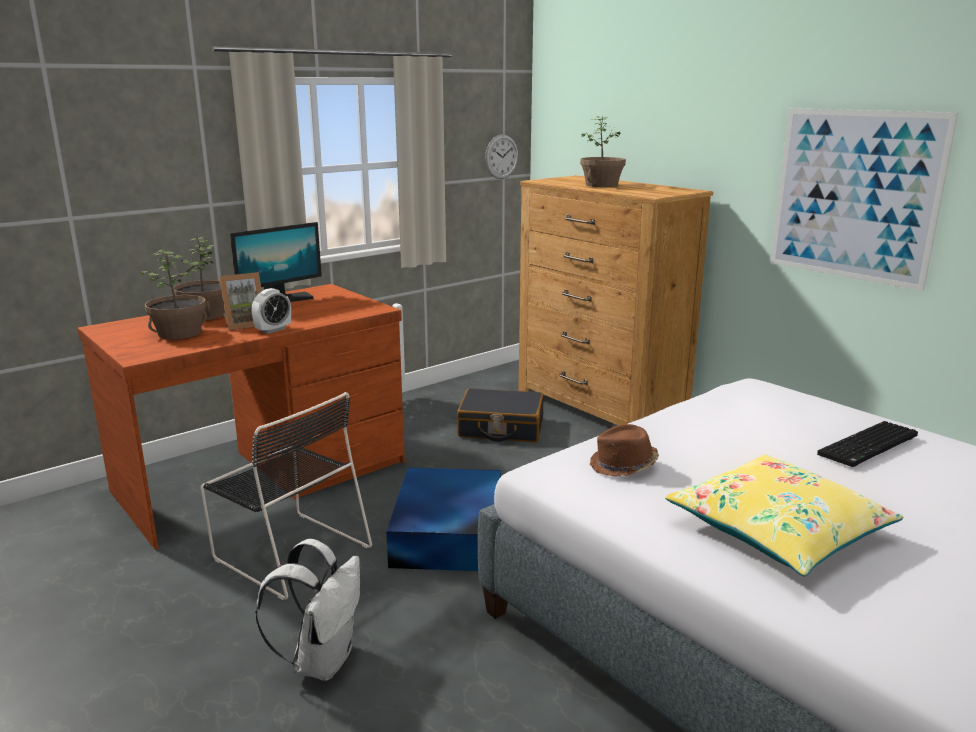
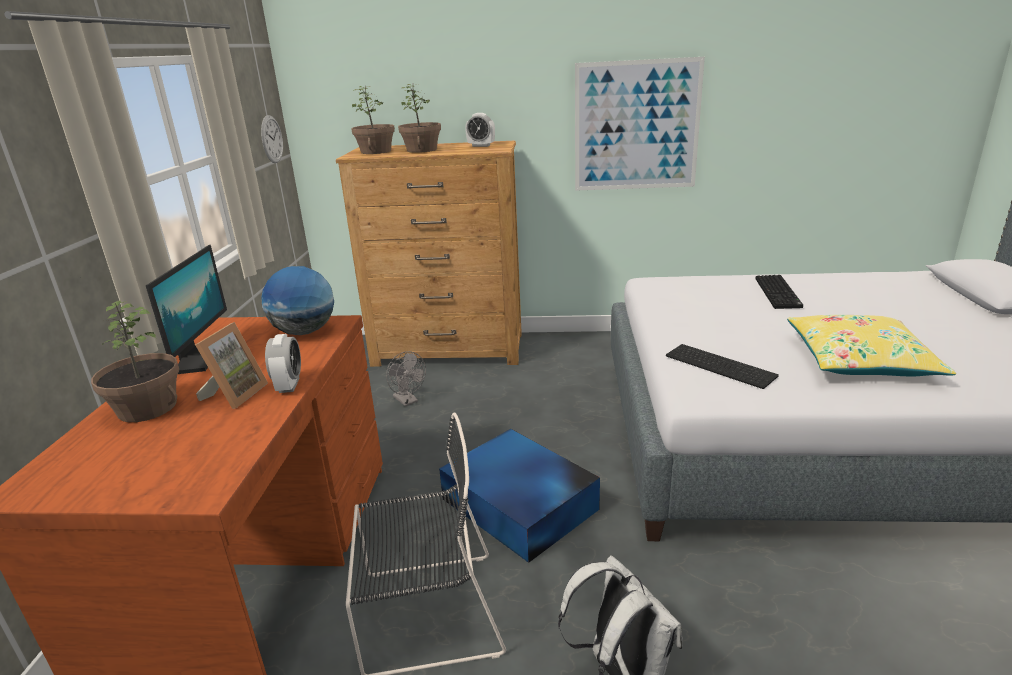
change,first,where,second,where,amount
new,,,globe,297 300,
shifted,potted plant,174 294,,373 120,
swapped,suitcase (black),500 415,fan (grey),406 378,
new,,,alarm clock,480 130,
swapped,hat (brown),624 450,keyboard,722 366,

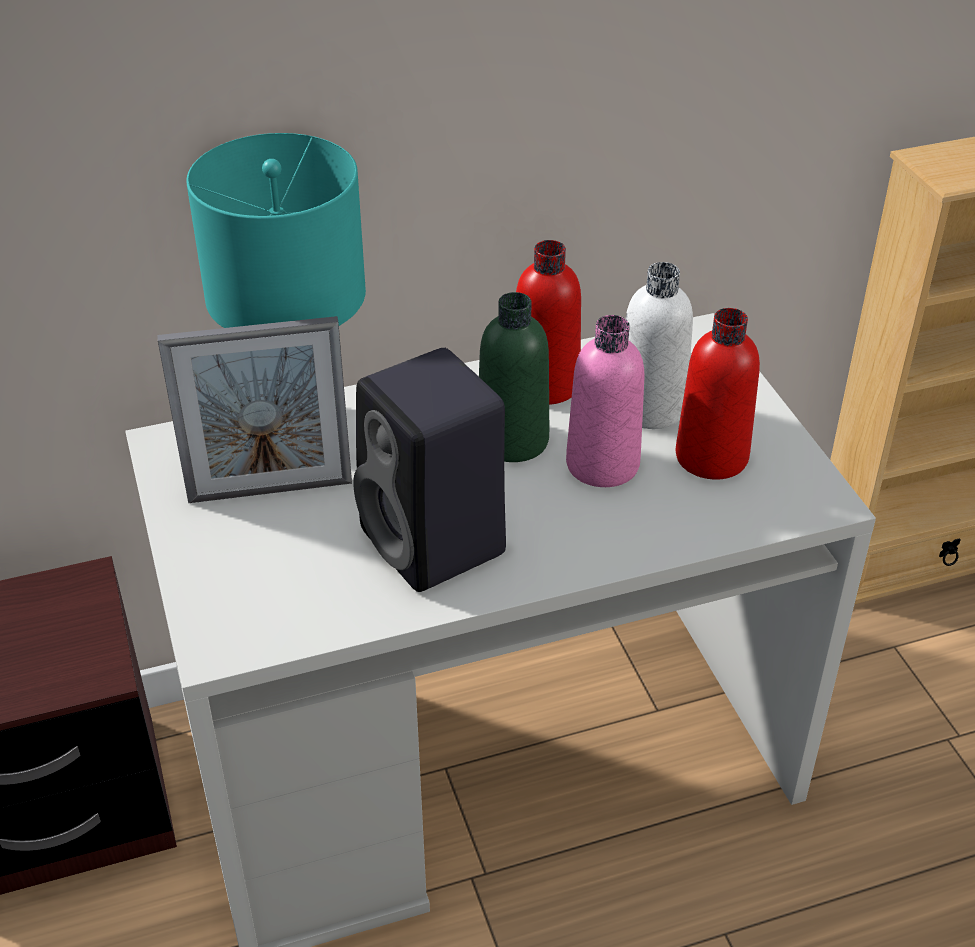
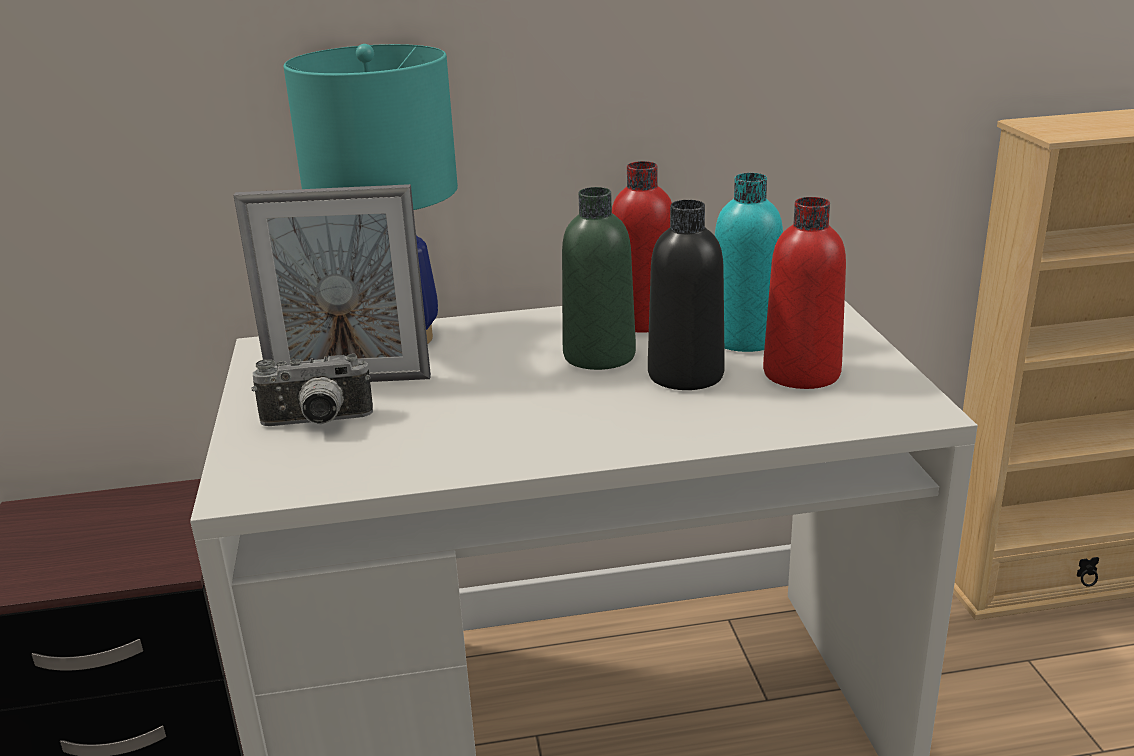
change,first,where,second,where,amount
new,,,photo camera,312 390,
repainted,bottle (pink),605 401,bottle (black),686 295,
repainted,bottle (white),659 345,bottle (turquoise),749 262,
gone,speaker (black),429 470,,,

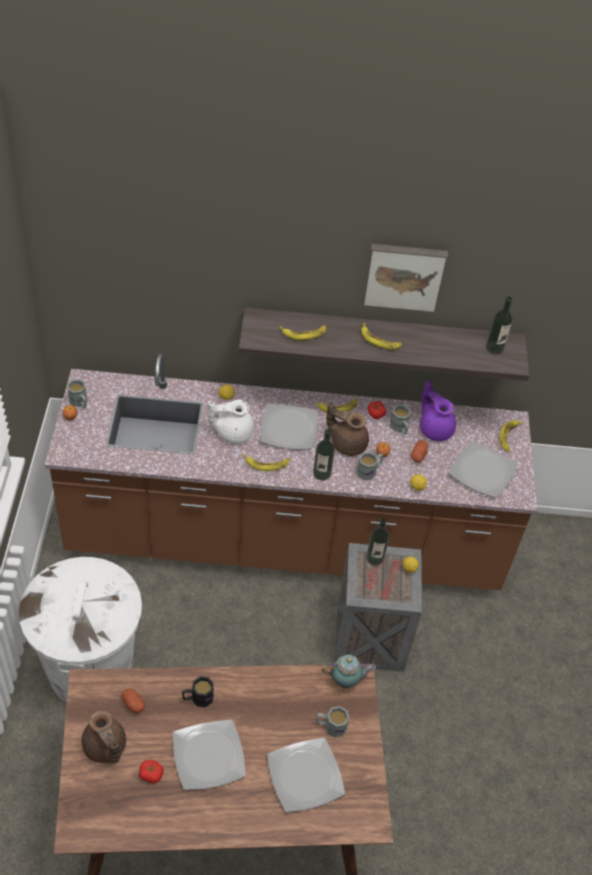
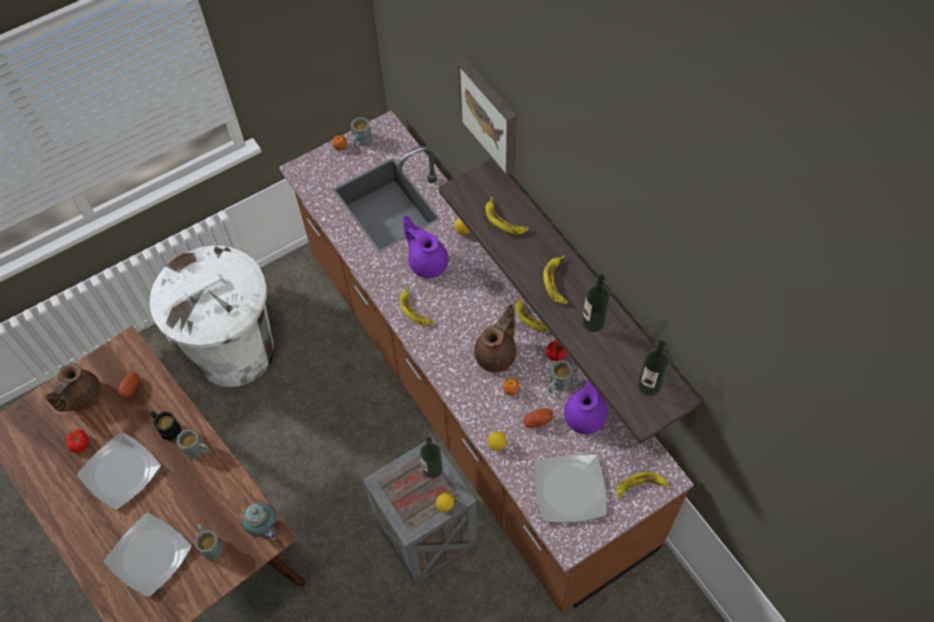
change,first,where,second,where,amount
shifted,mug (grey),370 466,,193 443,
repainted,teapot (white),231 421,teapot (purple),425 246,
shifted,picture,405 278,,487 118,
rotated,teapot (brown),347 429,,495 338,45 degrees clockwise
shifted,bottle,324 455,,596 303,
gone,plate,289 427,,,

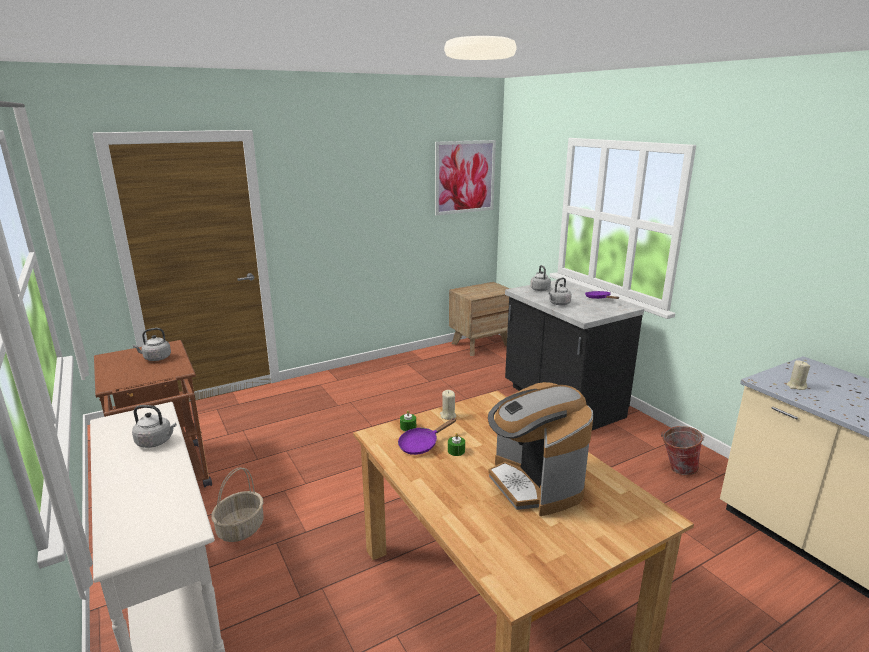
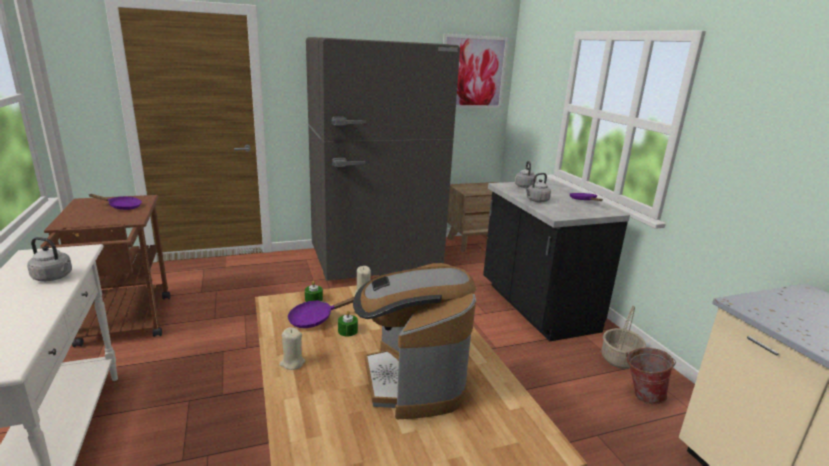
change,first,where,second,where,amount
swapped,kettle (grey),151 344,frying pan (purple),115 202,
shifted,candle (beige),798 375,,292 348,
new,,,fridge (grey),383 159,
shifted,basket,237 504,,623 337,

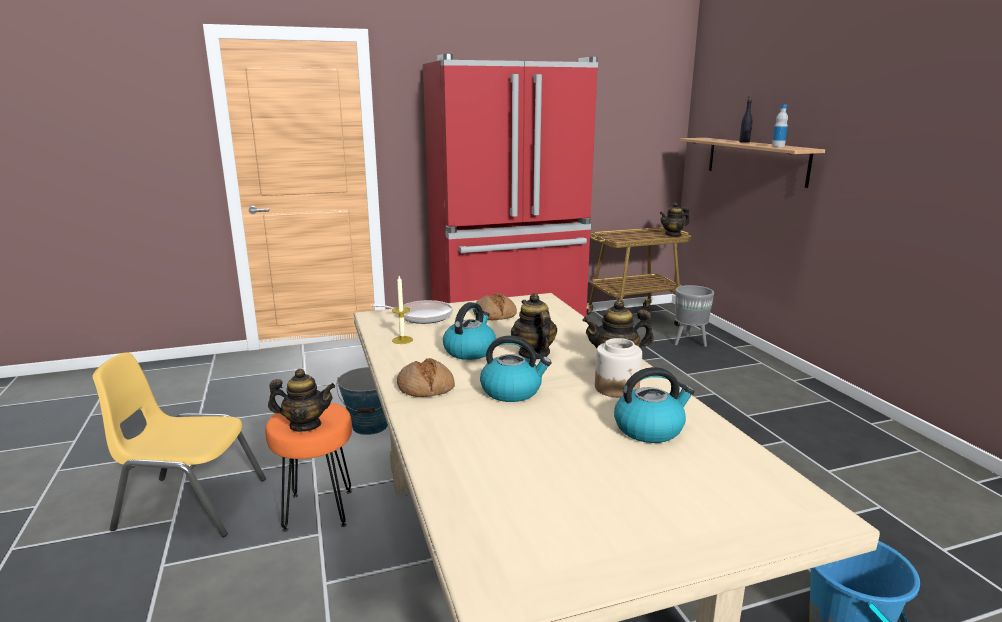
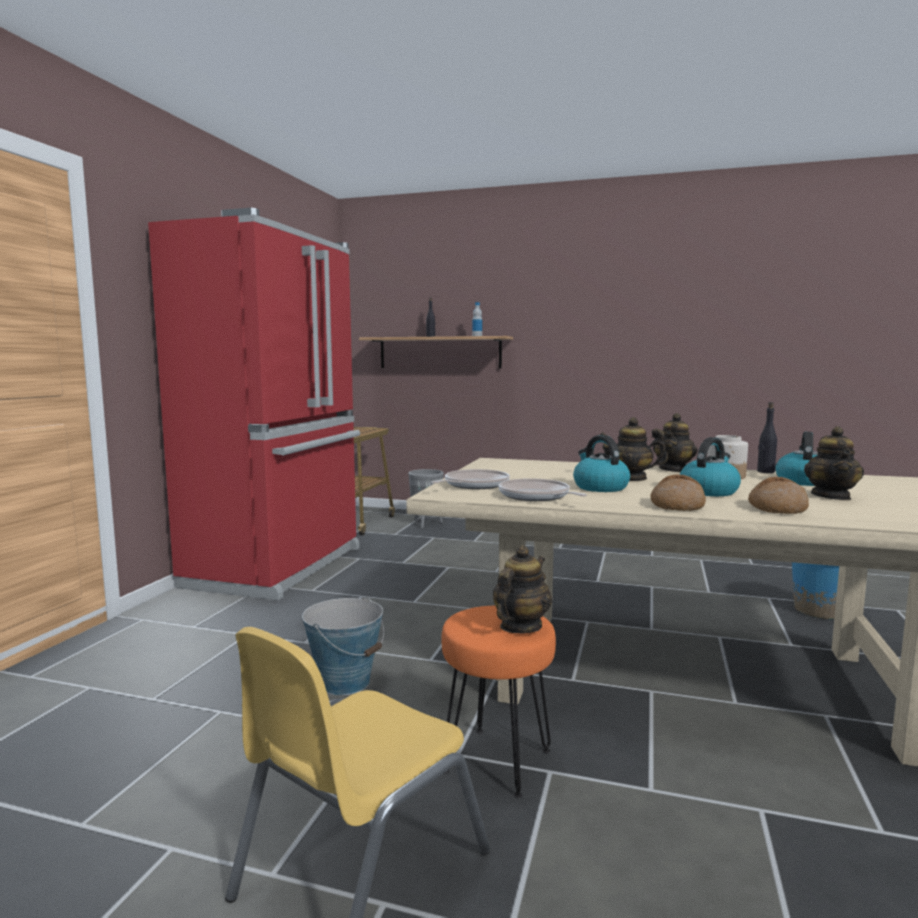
change,first,where,second,where,amount
swapped,candle,402 310,frying pan,542 489,
shifted,bread,495 306,,778 495,
new,,,bottle (black),767 437,
shifted,teapot,674 219,,834 463,

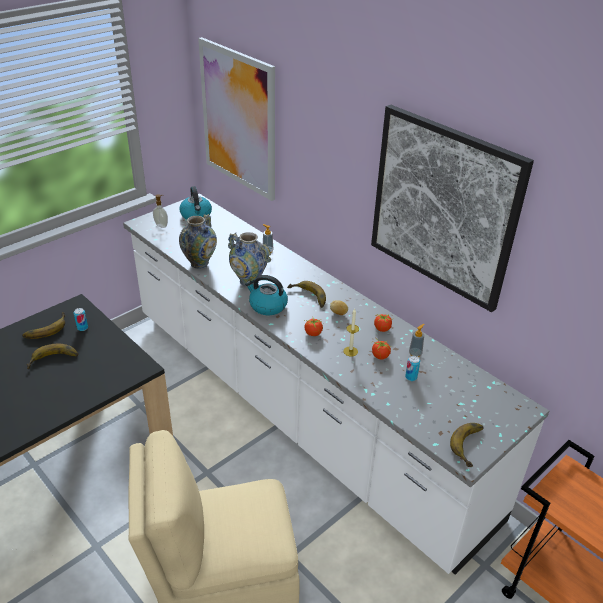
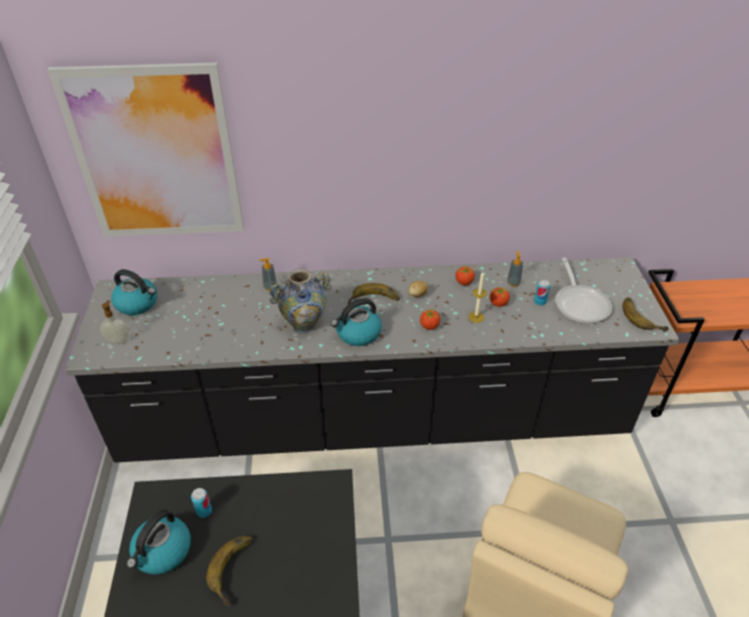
change,first,where,second,where,amount
repainted,counter (white),336 384,counter (black),372 360,
swapped,banana,43 325,kettle,158 542,
new,,,frying pan,583 291,
gone,vase,198 241,,,
gone,picture,452 208,,,

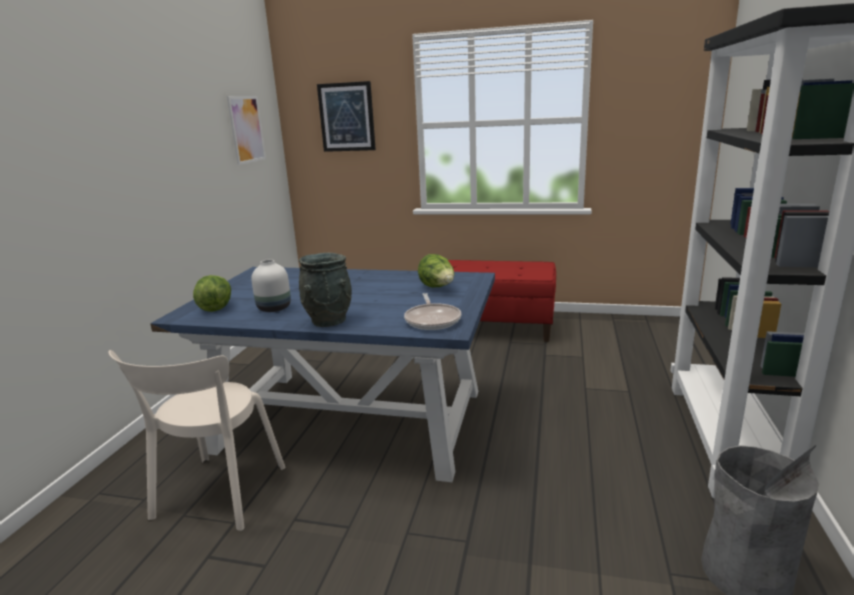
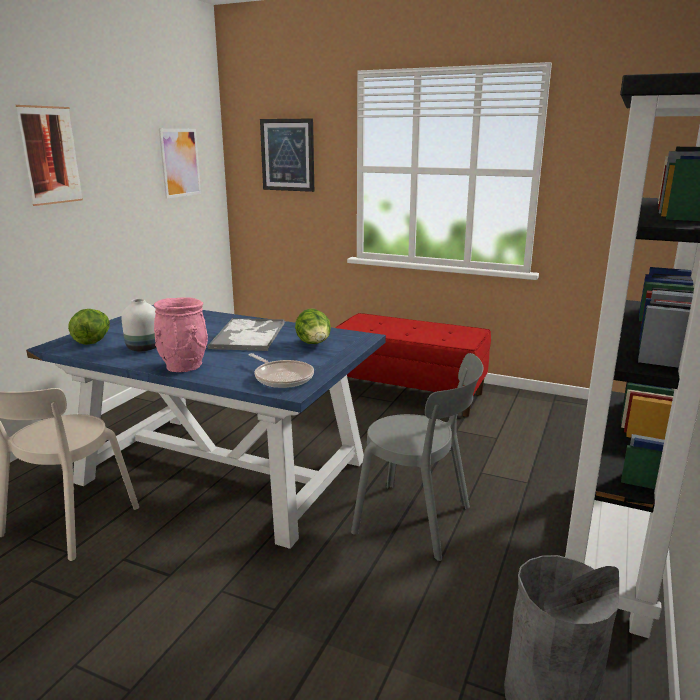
change,first,where,second,where,amount
new,,,picture,49 155,
repainted,vase (grey),325 290,vase (pink),181 334,
new,,,tray,246 334,
rotated,frying pan,432 311,,281 370,45 degrees counterclockwise
new,,,chair (grey),417 457,

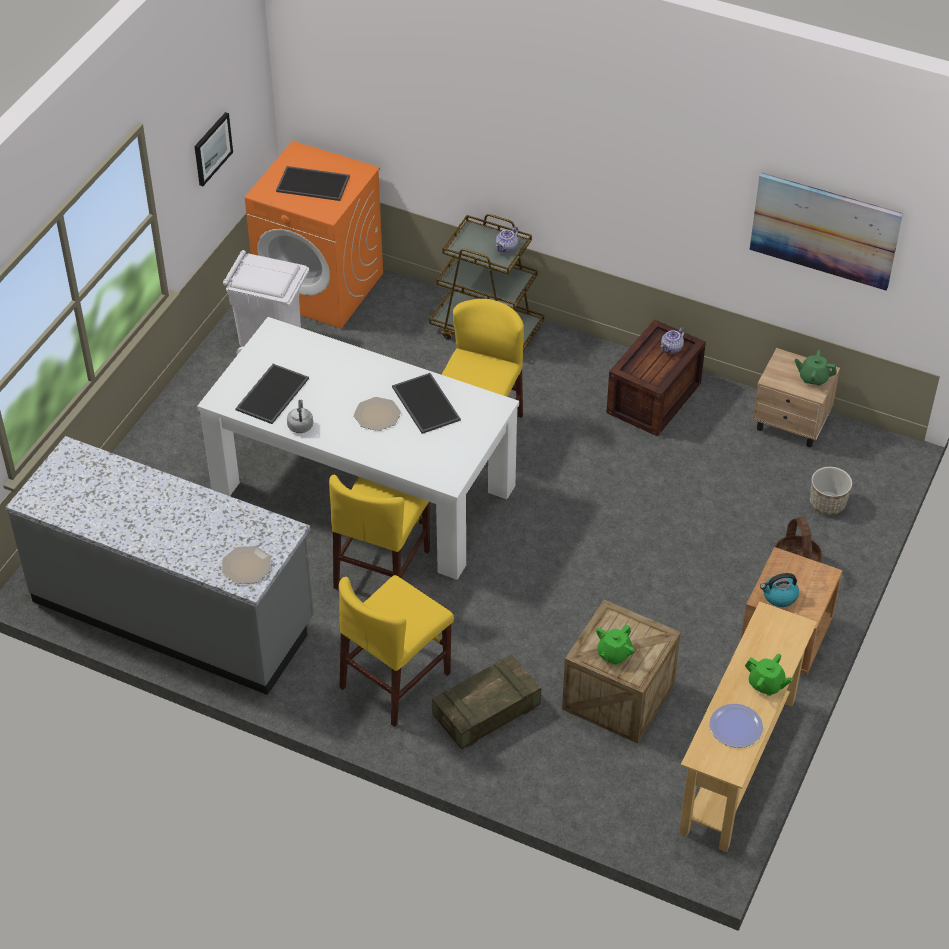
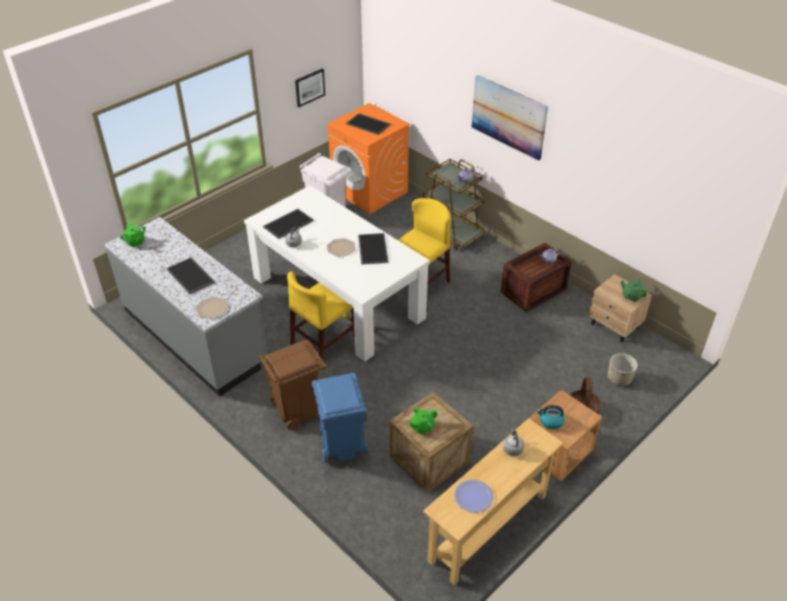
change,first,where,second,where,amount
shifted,teapot (green),769 675,,133 236,
new,,,tray,190 275,
swapped,chair (yellow),396 651,trash can (brown),292 385,
swapped,crate,486 702,trash can (blue),340 418,
shifted,picture,826 232,,510 118,
new,,,kettle (grey),513 442,

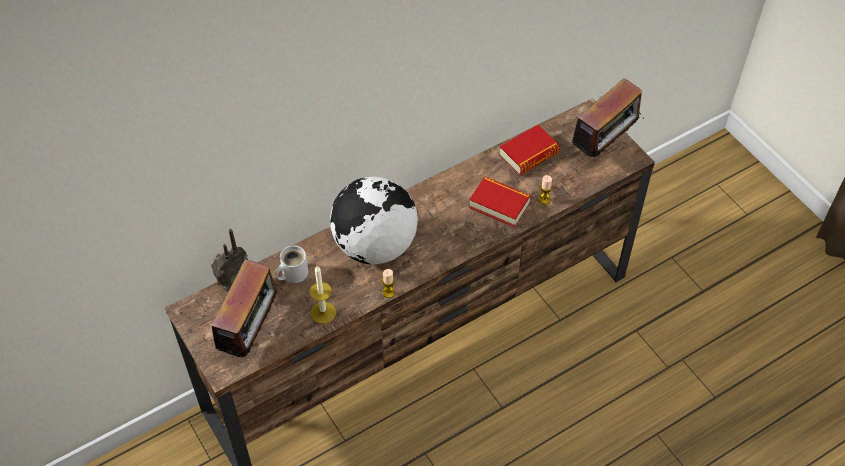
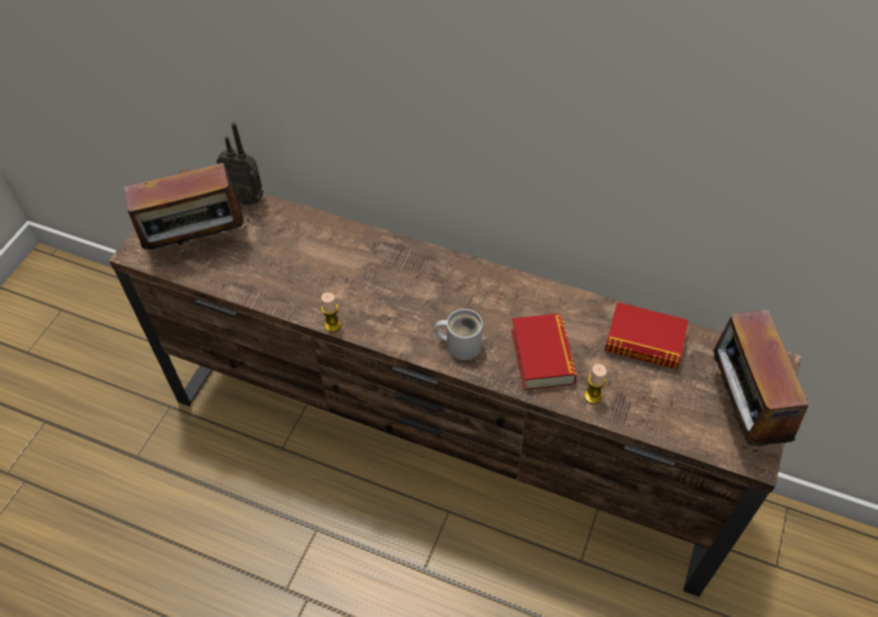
change,first,where,second,where,amount
shifted,mug (white),291 264,,458 334,
rotated,radio,608 119,,761 381,75 degrees clockwise
gone,candle,322 295,,,
gone,globe,374 220,,,

